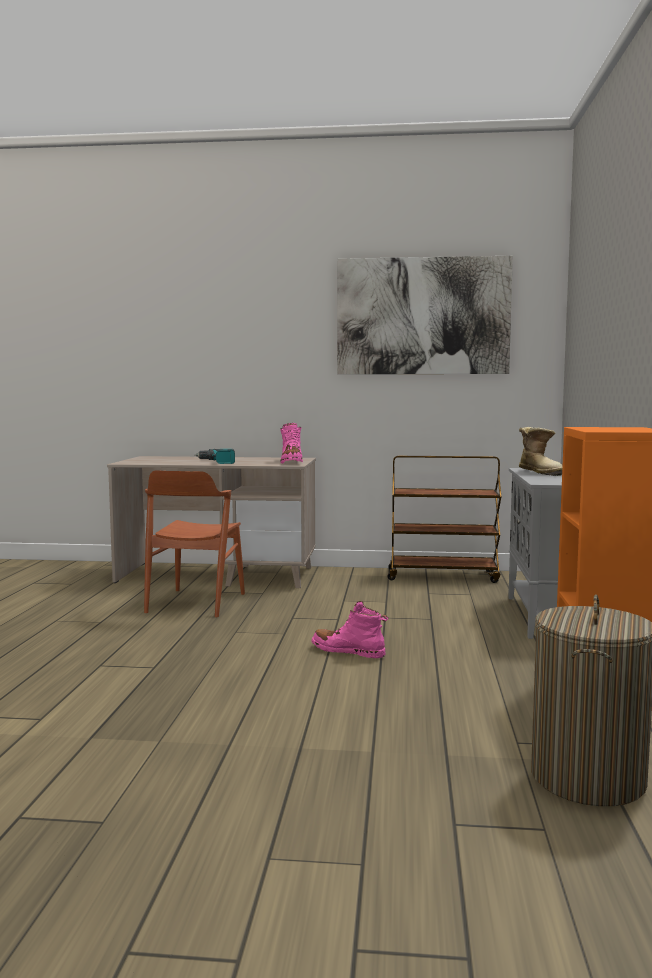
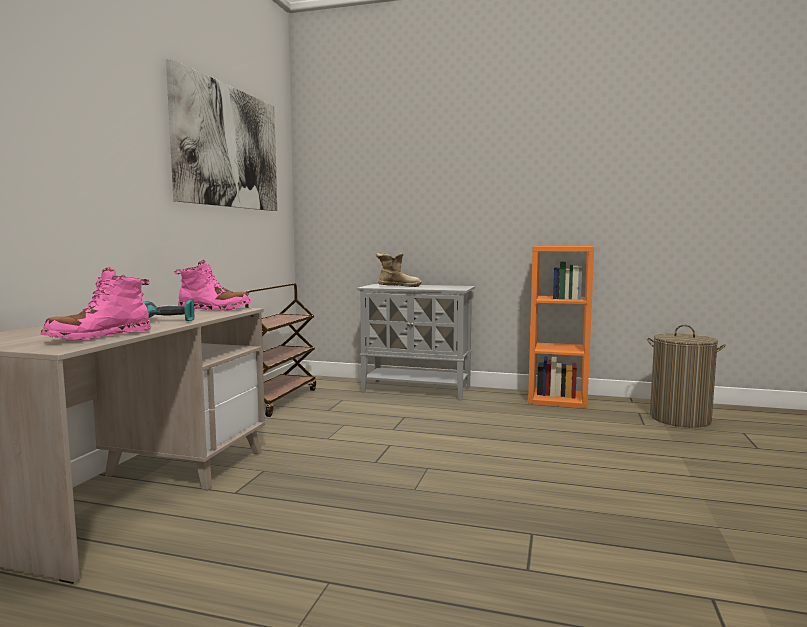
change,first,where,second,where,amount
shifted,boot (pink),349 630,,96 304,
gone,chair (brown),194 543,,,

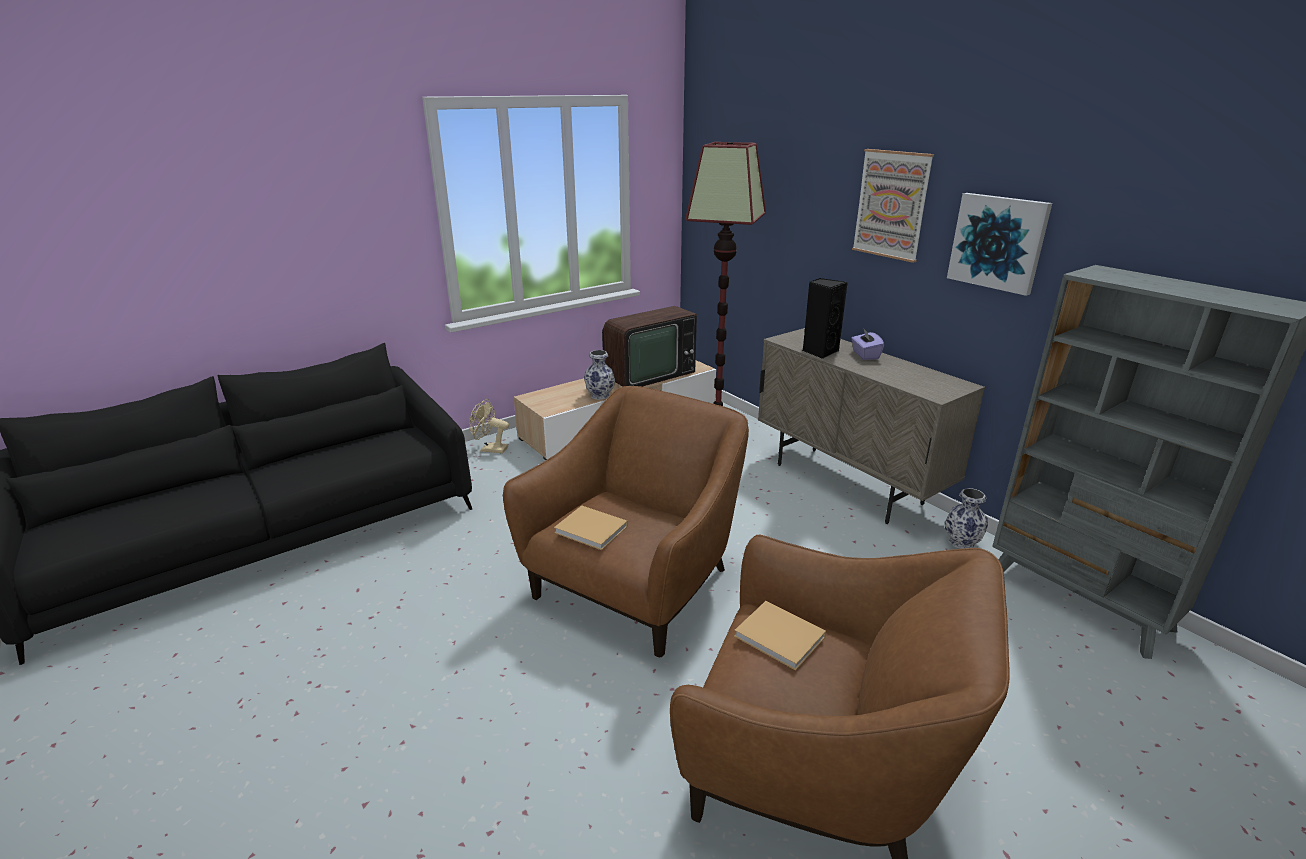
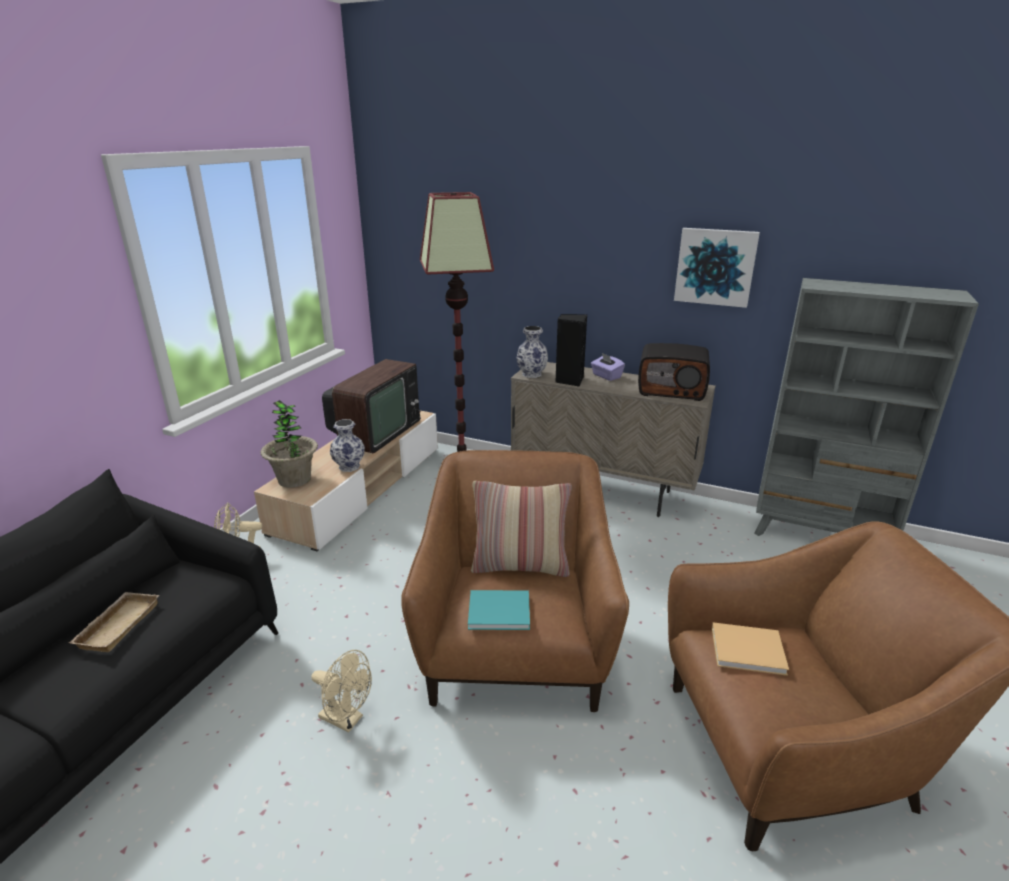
change,first,where,second,where,amount
new,,,tray (beige),114 622,
new,,,potted plant,289 444,
new,,,fan (beige),341 691,
repainted,book (beige),591 527,book (turquoise),499 610,
new,,,pillow,521 529,
shifted,vase,966 518,,532 352,
new,,,radio,674 372,
gone,picture,893 206,,,

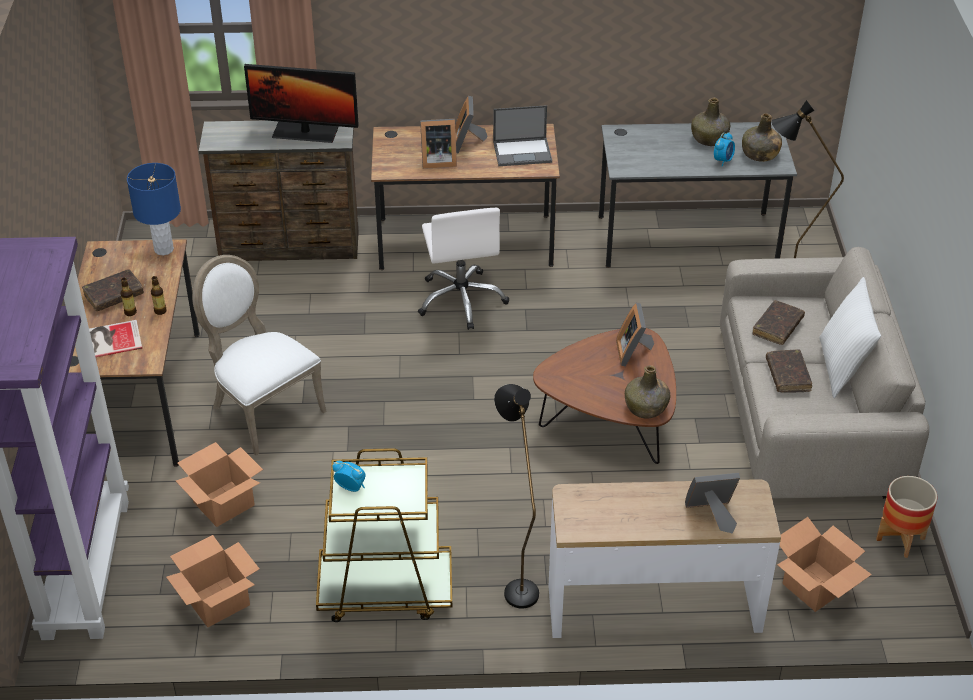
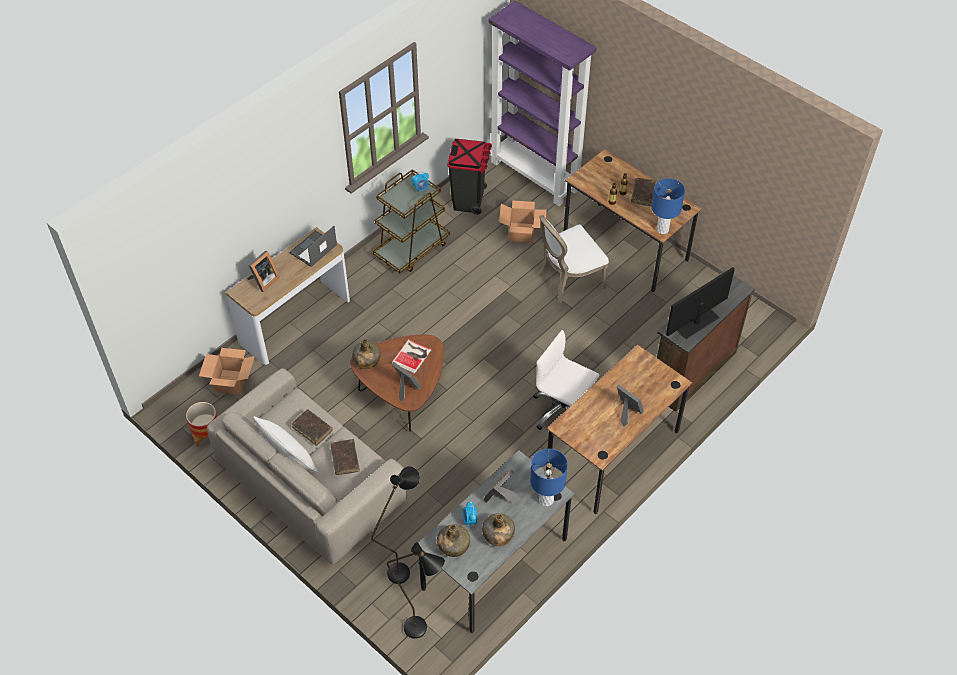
change,first,where,second,where,amount
shifted,laptop,522 135,,313 246,
shifted,floor lamp (black),516 496,,416 590,
shifted,book,115 338,,411 356,
swapped,cardboard box,213 581,trash can (black),469 177,
shifted,picture frame,438 144,,502 486,
new,,,table lamp (blue),549 477,
rotated,chair (white),259 355,,573 259,150 degrees clockwise

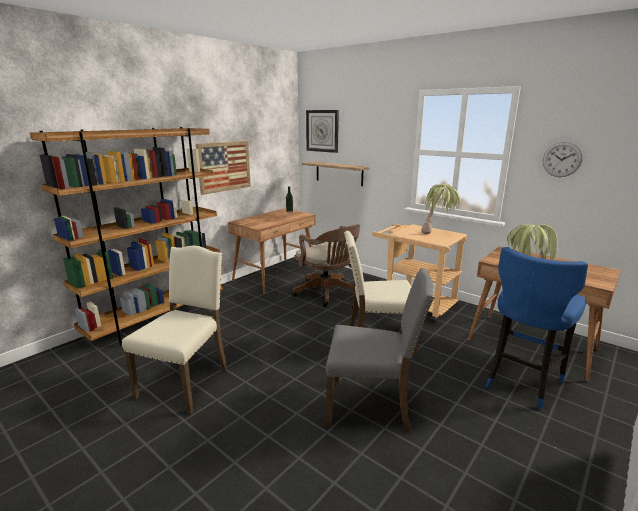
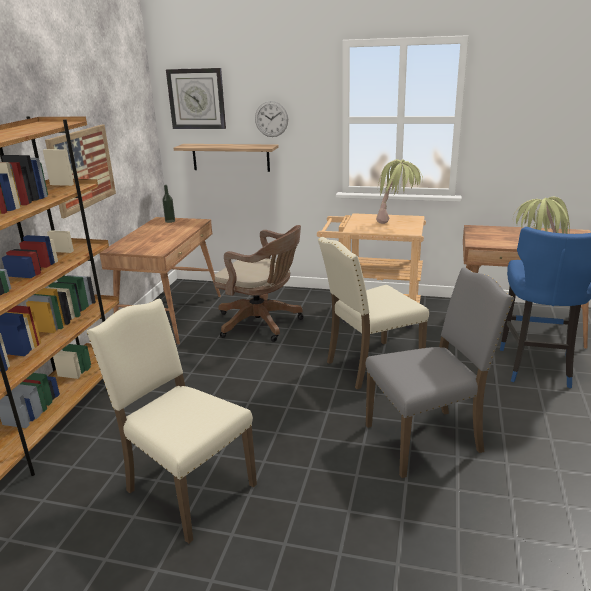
change,first,where,second,where,amount
rotated,chair (beige),175 330,,172 421,45 degrees counterclockwise
shifted,wall clock,562 159,,271 119,

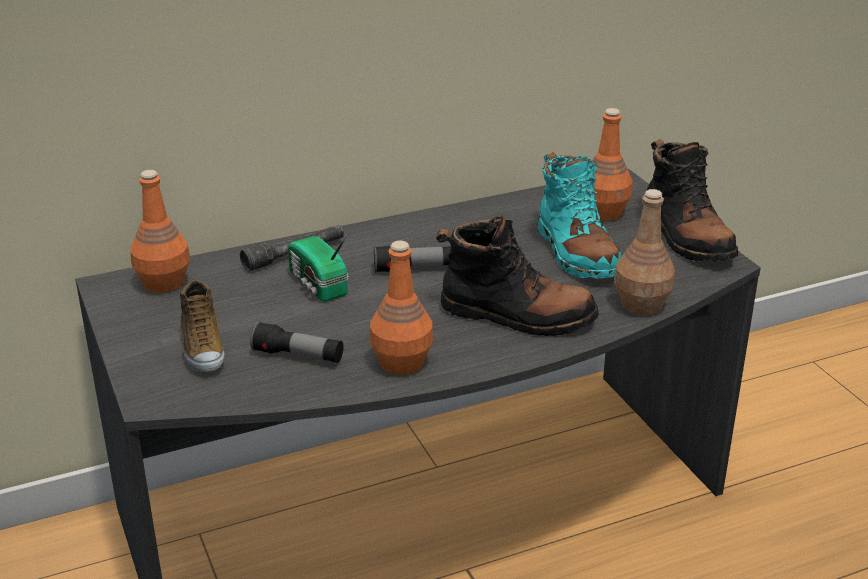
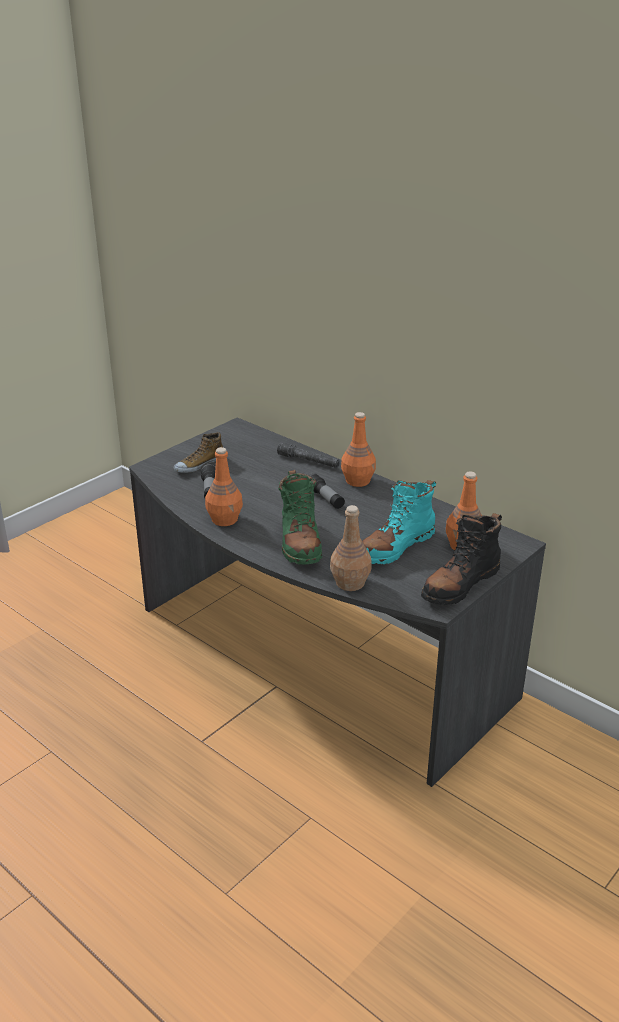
change,first,where,second,where,amount
repainted,boot (black),517 276,boot (green),300 517,
shifted,bottle (orange),160 231,,358 449,
gone,radio,318 267,,,

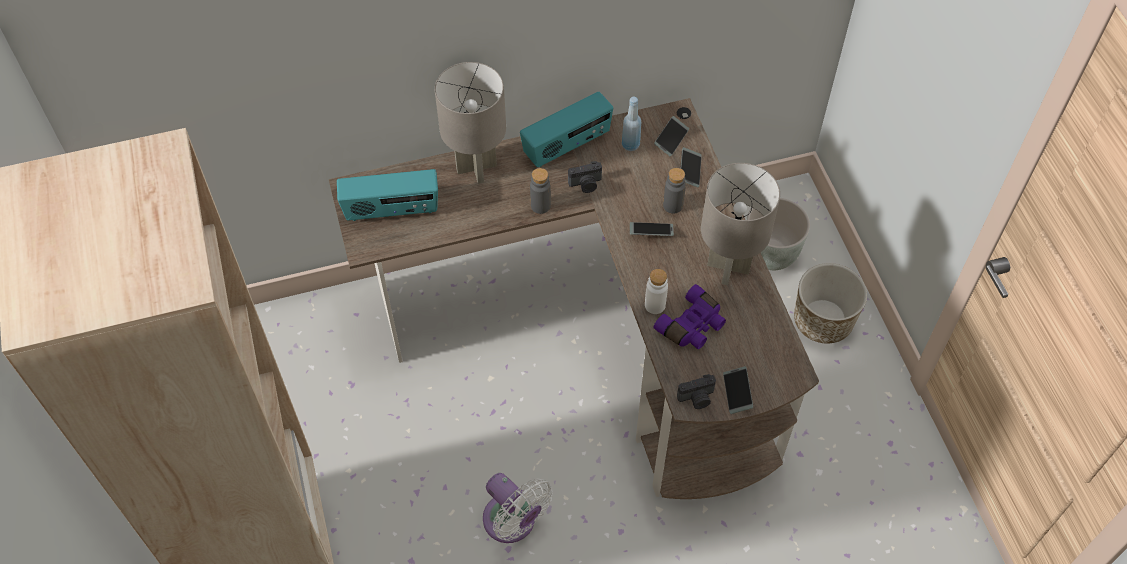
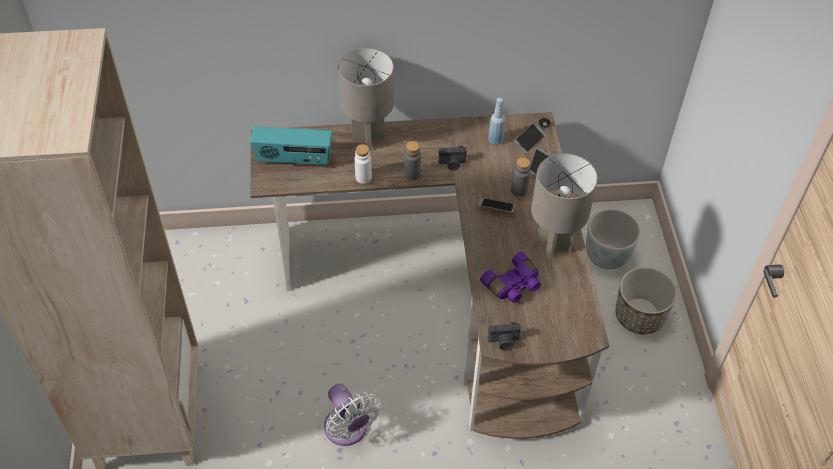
change,first,where,second,where,amount
shifted,bottle (white),656 291,,363 164,
gone,radio,566 129,,,
gone,phone,738 390,,,

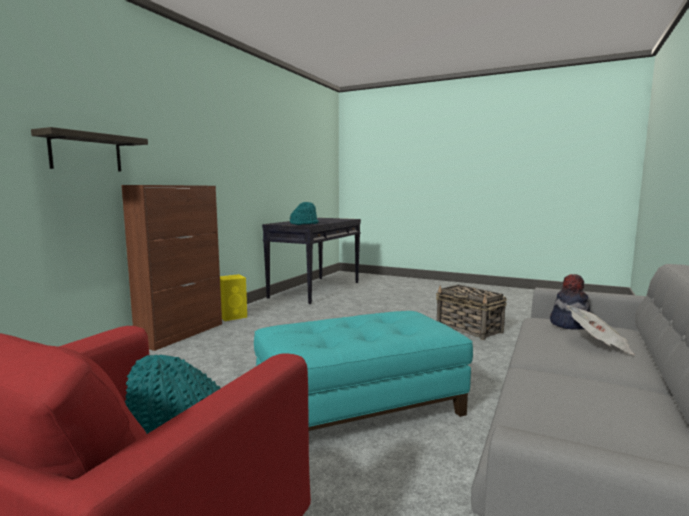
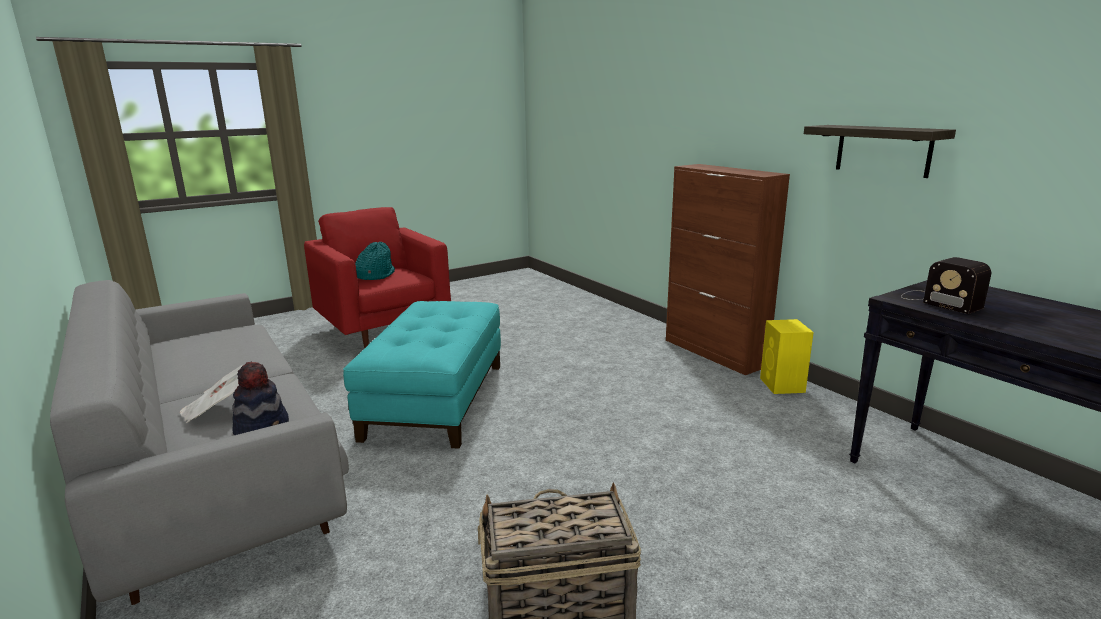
change,first,where,second,where,amount
shifted,shelf,89 149,,880 151,
swapped,hat (turquoise),304 213,radio,946 285,

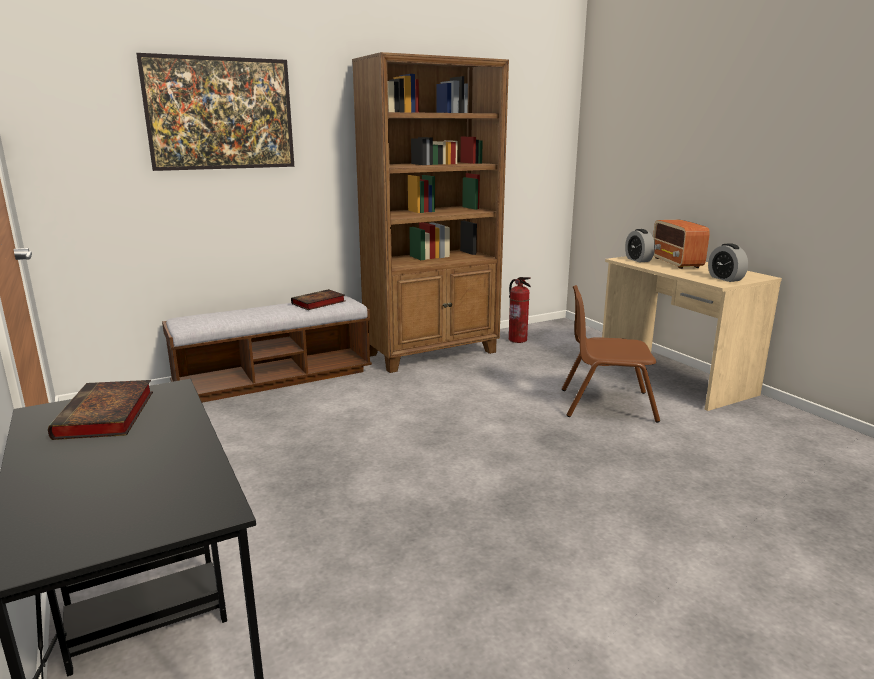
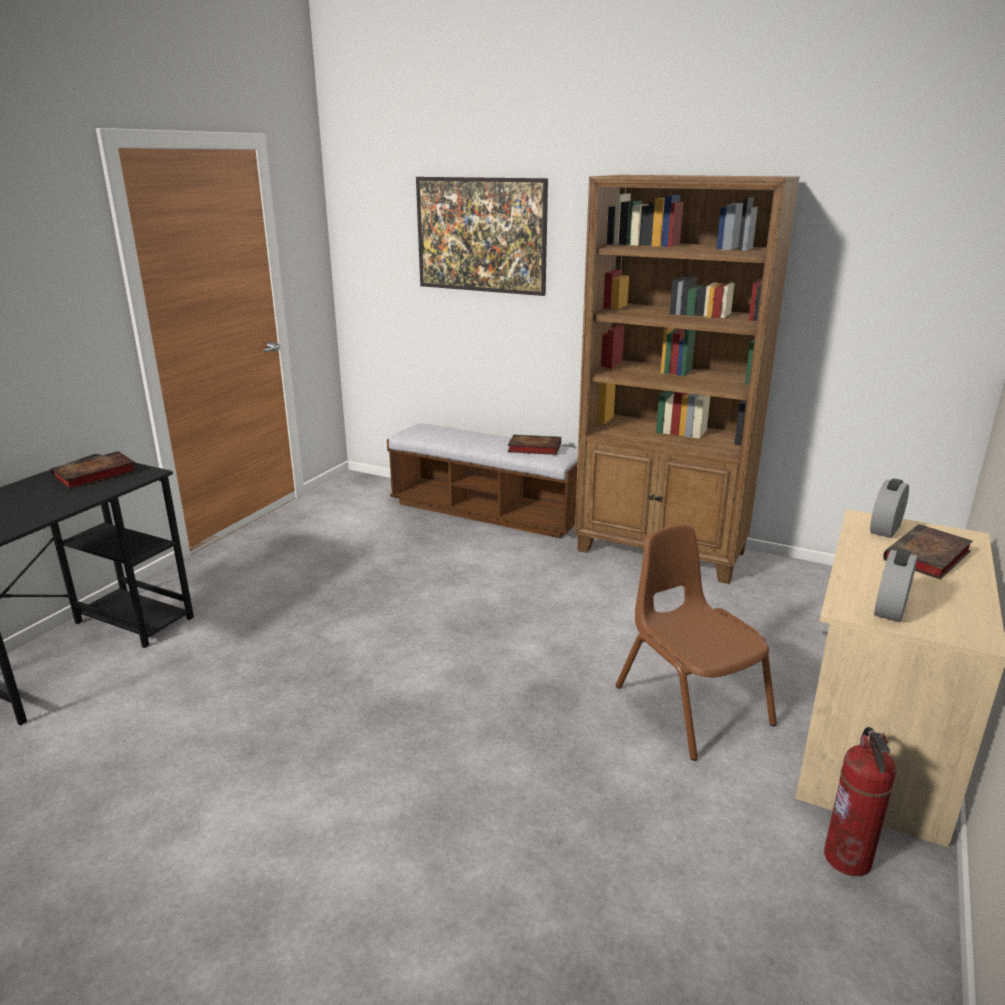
change,first,where,second,where,amount
shifted,fire extinguisher,520 310,,860 801,
swapped,radio,681 244,book,928 552,

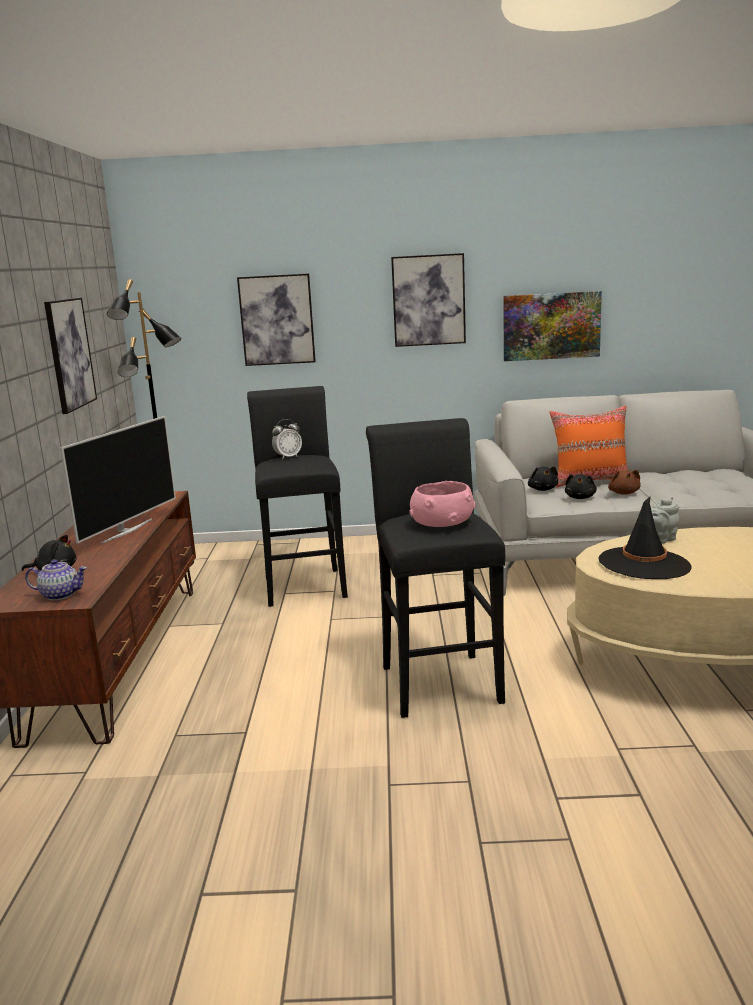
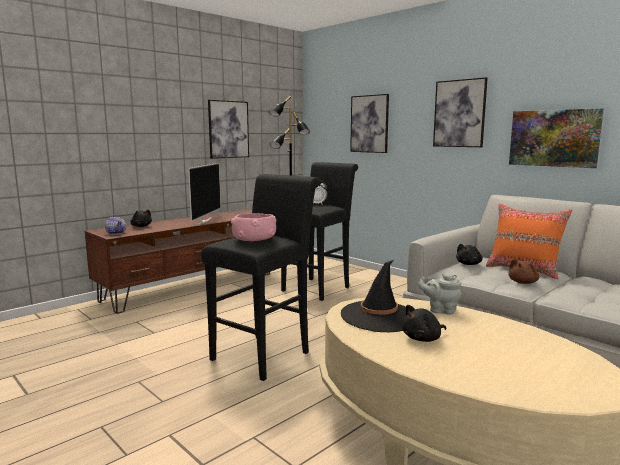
change,first,where,second,where,amount
rotated,television,118 480,,204 194,60 degrees counterclockwise
shifted,plush toy (black),581 486,,424 323,

